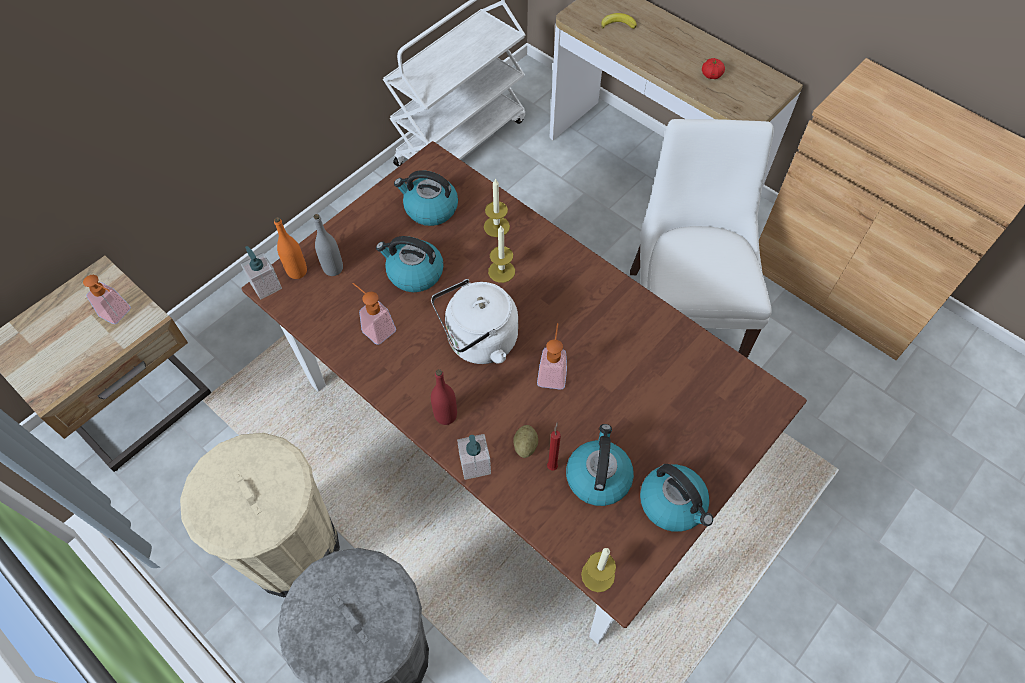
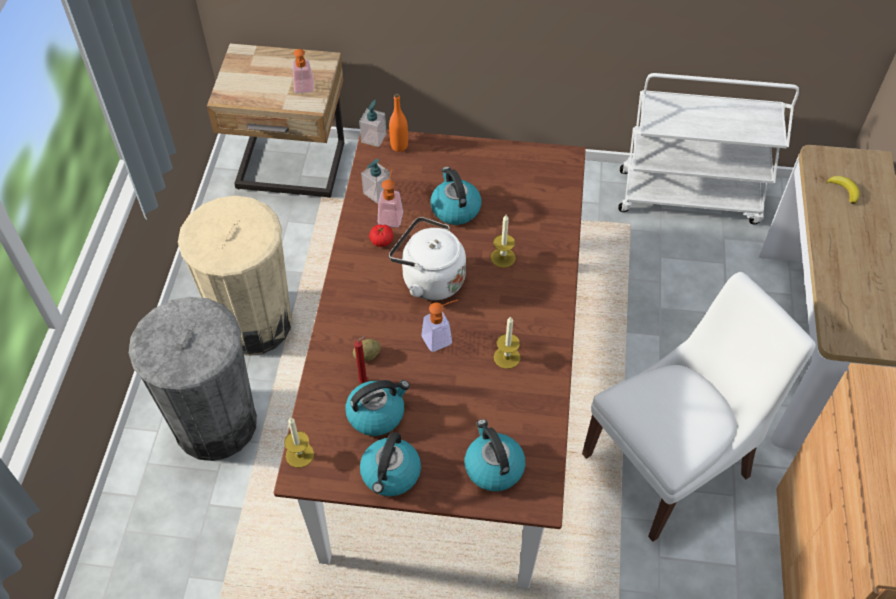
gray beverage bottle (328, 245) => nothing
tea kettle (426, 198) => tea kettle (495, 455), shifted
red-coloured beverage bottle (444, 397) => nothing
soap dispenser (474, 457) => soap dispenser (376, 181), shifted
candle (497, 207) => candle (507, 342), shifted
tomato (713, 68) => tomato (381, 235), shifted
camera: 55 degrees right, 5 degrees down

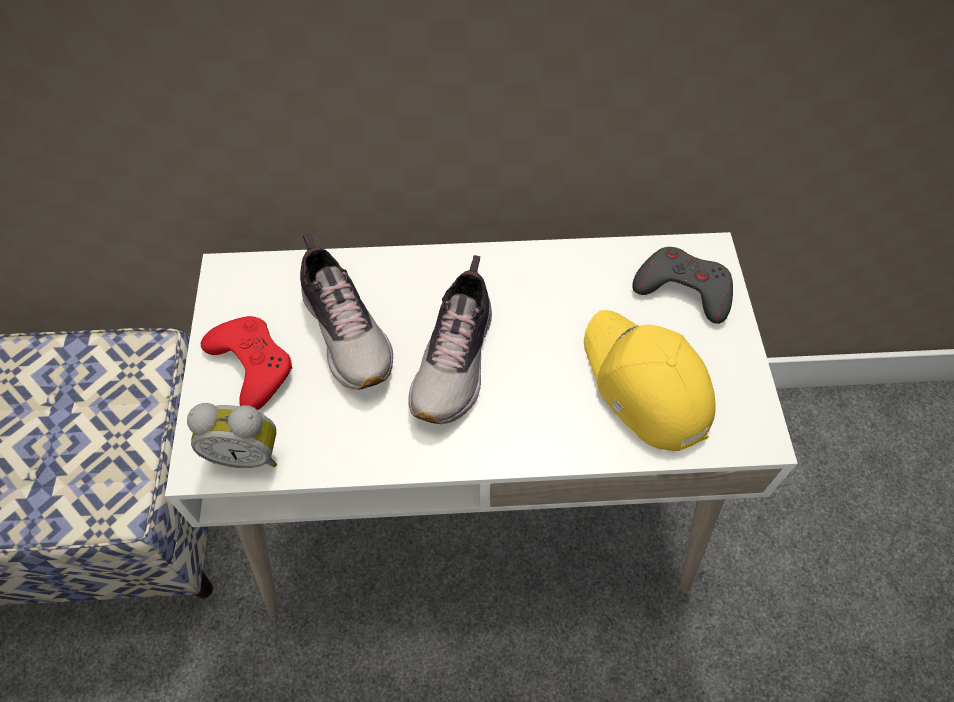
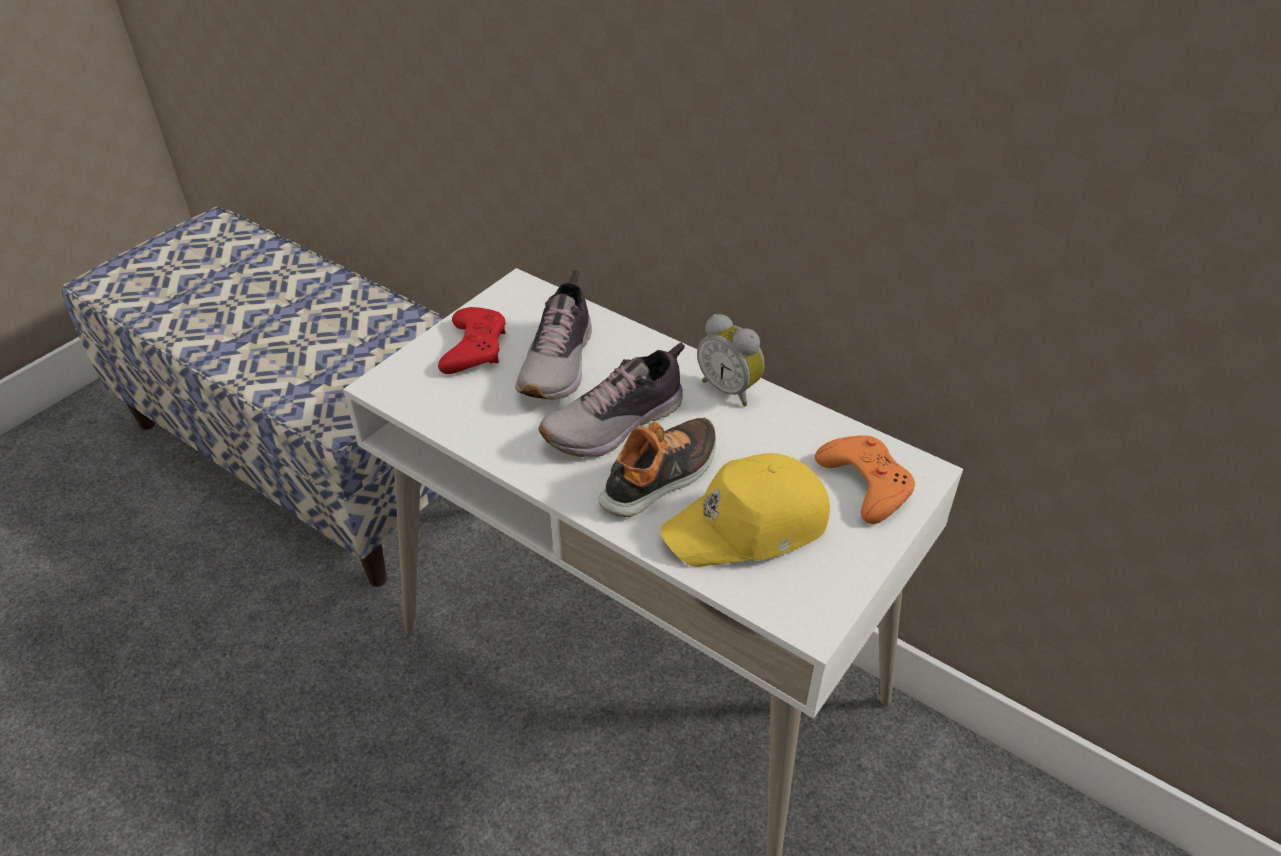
bedside clock (232, 435) => bedside clock (731, 360), shifted
yellowish peaked cap (649, 380) => yellowish peaked cap (745, 510), 120 degrees counterclockwise
gray gamepad (682, 285) => orange-coloured gamepad (865, 480)
nothing => item of footwear (657, 467)
camera: 40 degrees right, 15 degrees down

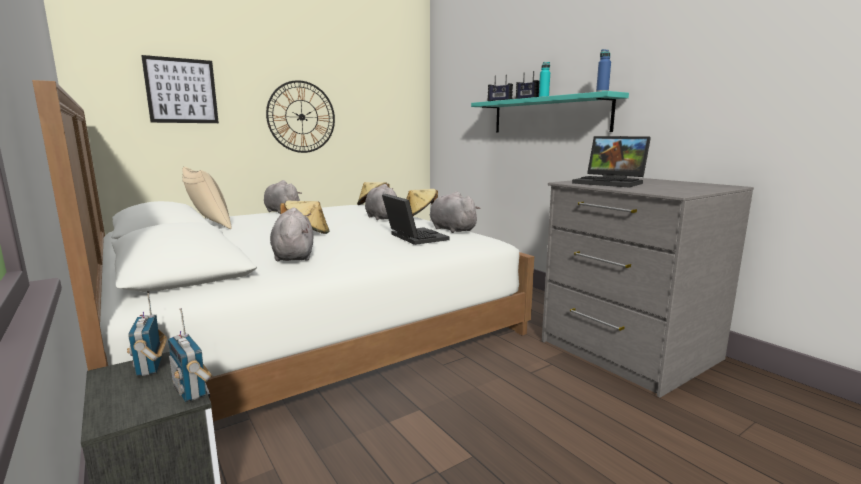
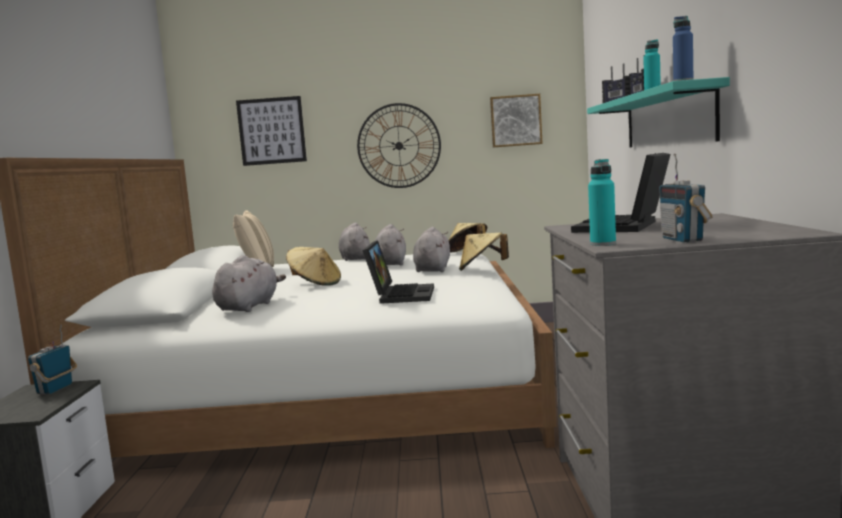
radio set (190, 355) => radio set (685, 198), shifted
gray cuddly toy (455, 212) => gray cuddly toy (390, 244), shifted
laptop (611, 161) => laptop (620, 193), 45 degrees clockwise
nothing => wall art (516, 121)
nothing => turquoise-coloured beverage bottle (602, 202)
camera: 35 degrees right, 5 degrees down

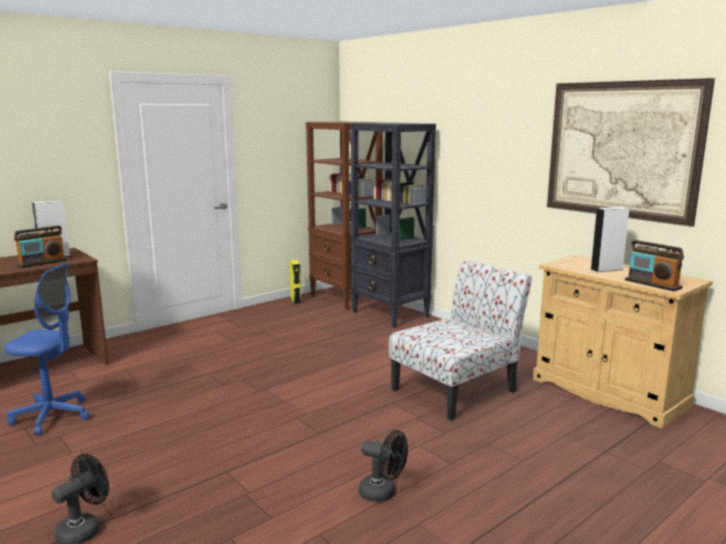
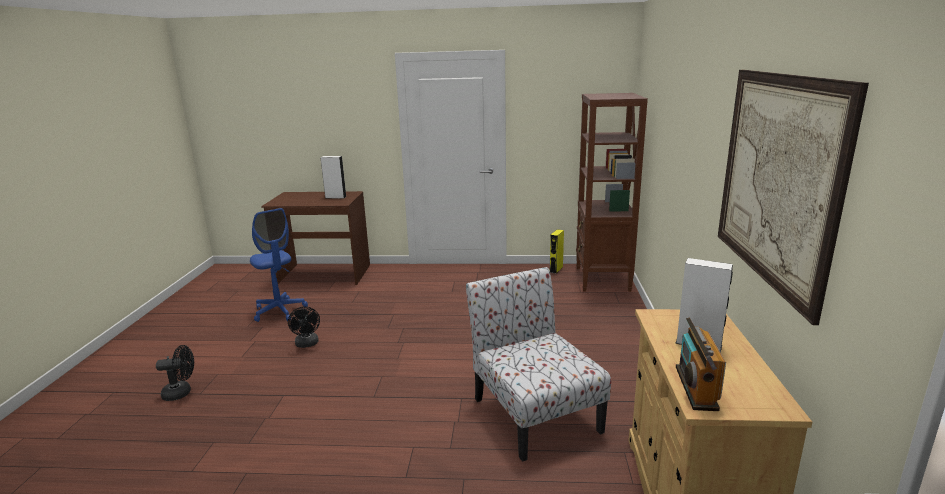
radio set (40, 246) => nothing
blackish shelving unit (393, 225) => nothing
blackish fan (383, 466) => blackish fan (304, 327), shifted
plain chair (460, 340) => plain chair (538, 364), 120 degrees counterclockwise
camera: 45 degrees right, 5 degrees up

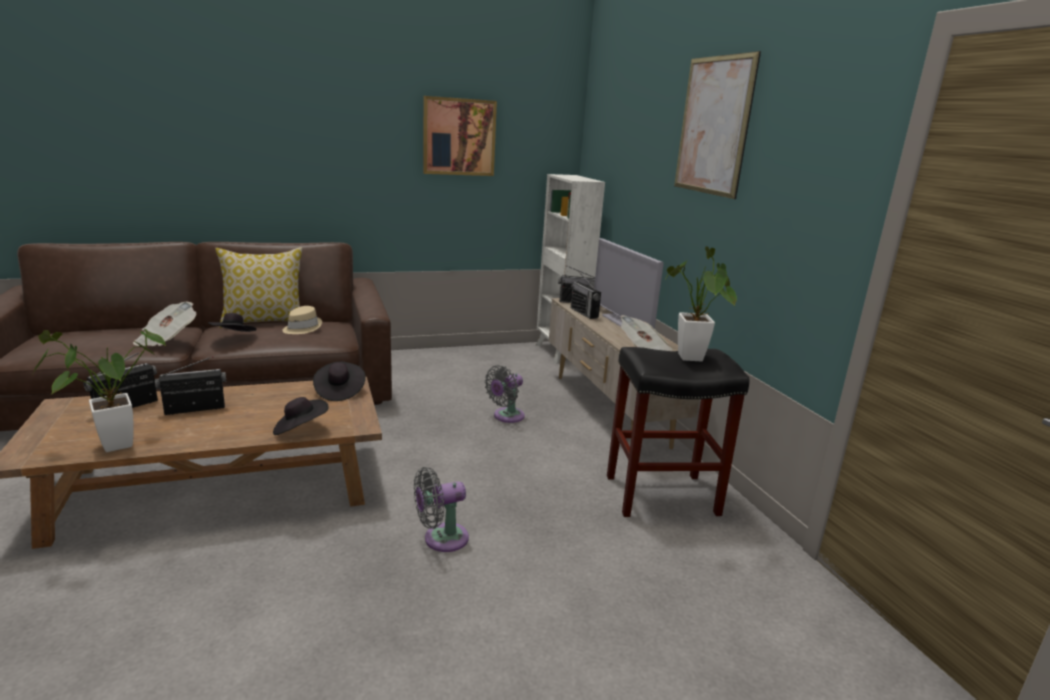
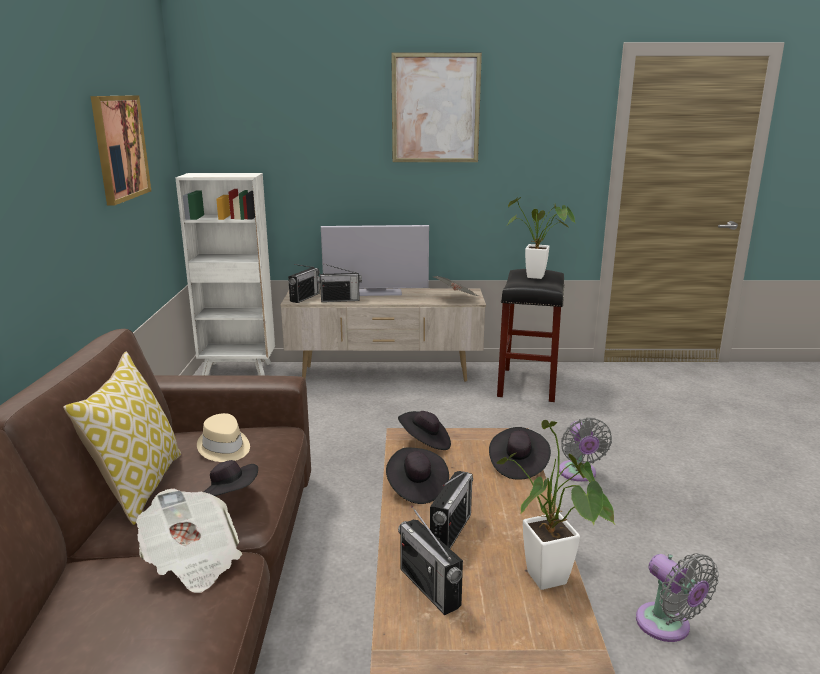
radio set (190, 385) => radio set (451, 510), 150 degrees counterclockwise
gray fan (504, 394) => gray fan (677, 597), shifted
nothing => blackish clothing hat (417, 475)
camera: 70 degrees left, 0 degrees up

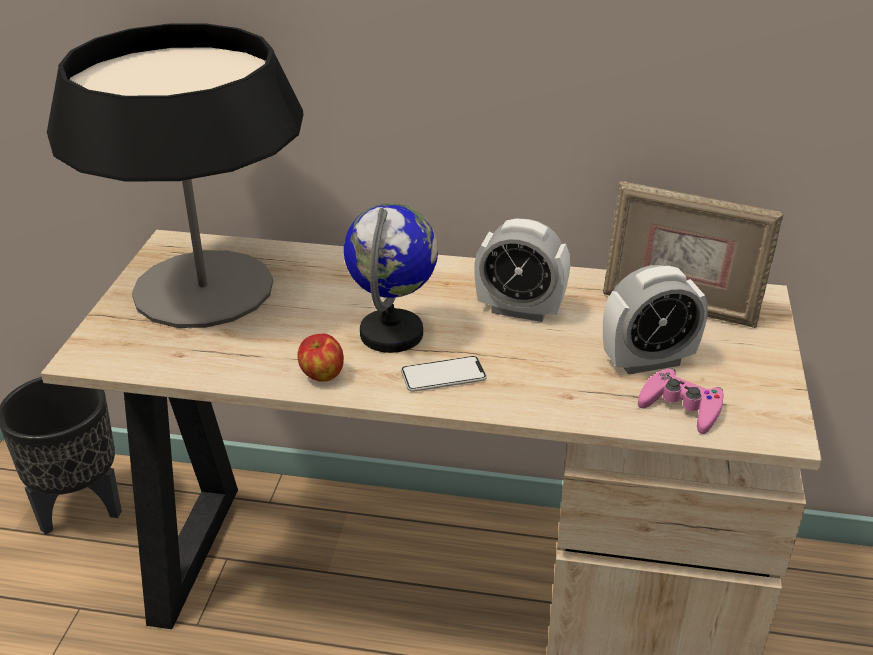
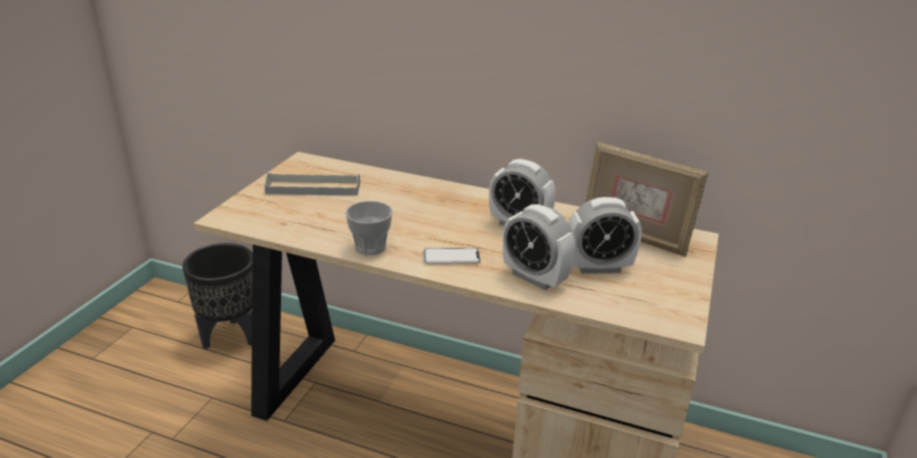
tabletop lamp (175, 175) => gray serving tray (312, 184)
apple fruit (320, 358) => small cup (369, 228)
desk globe (391, 278) => nothing
pinkish gamepad (681, 401) => nothing
nothing => bedside clock (539, 247)
camera: 10 degrees right, 5 degrees down

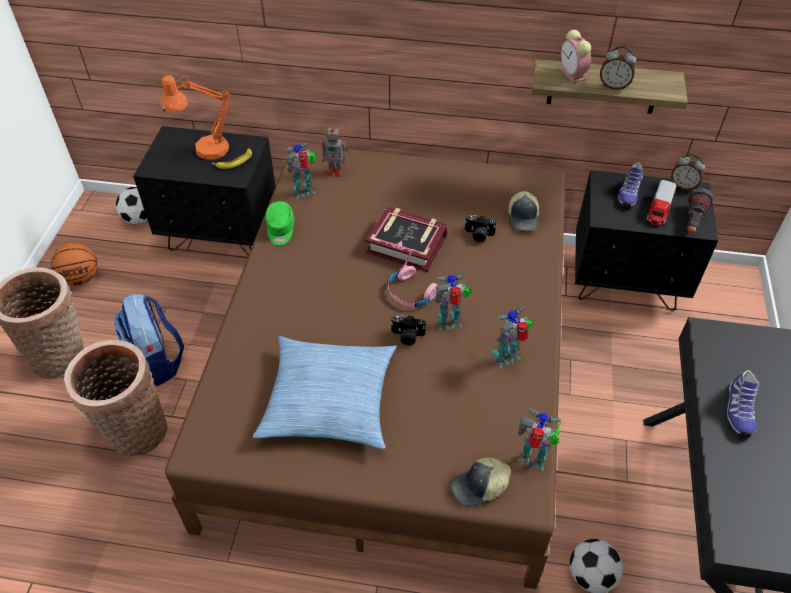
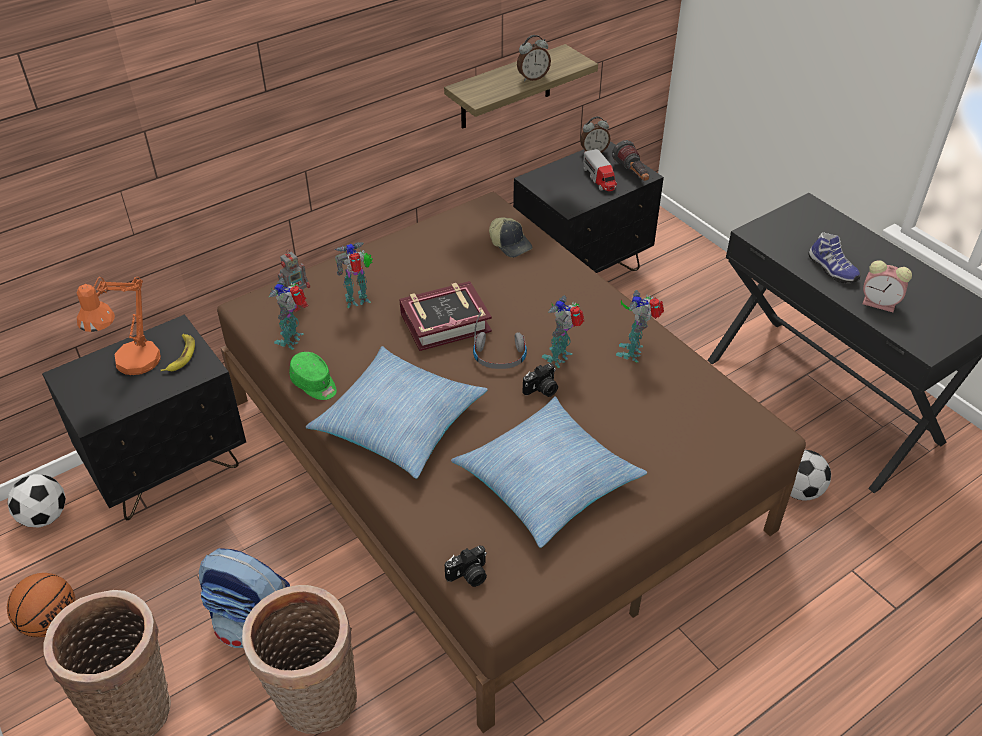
pinkish headphones (412, 278) => gray headphones (500, 340)
peaked cap (480, 482) => nothing
still camera (480, 228) => still camera (466, 566), shifted
model robot (539, 440) => model robot (354, 275), shifted
bedside clock (575, 56) => bedside clock (887, 286), shifted
item of footwear (630, 185) => nothing
nothing => cushion (396, 412)
camera: 45 degrees left, 5 degrees down

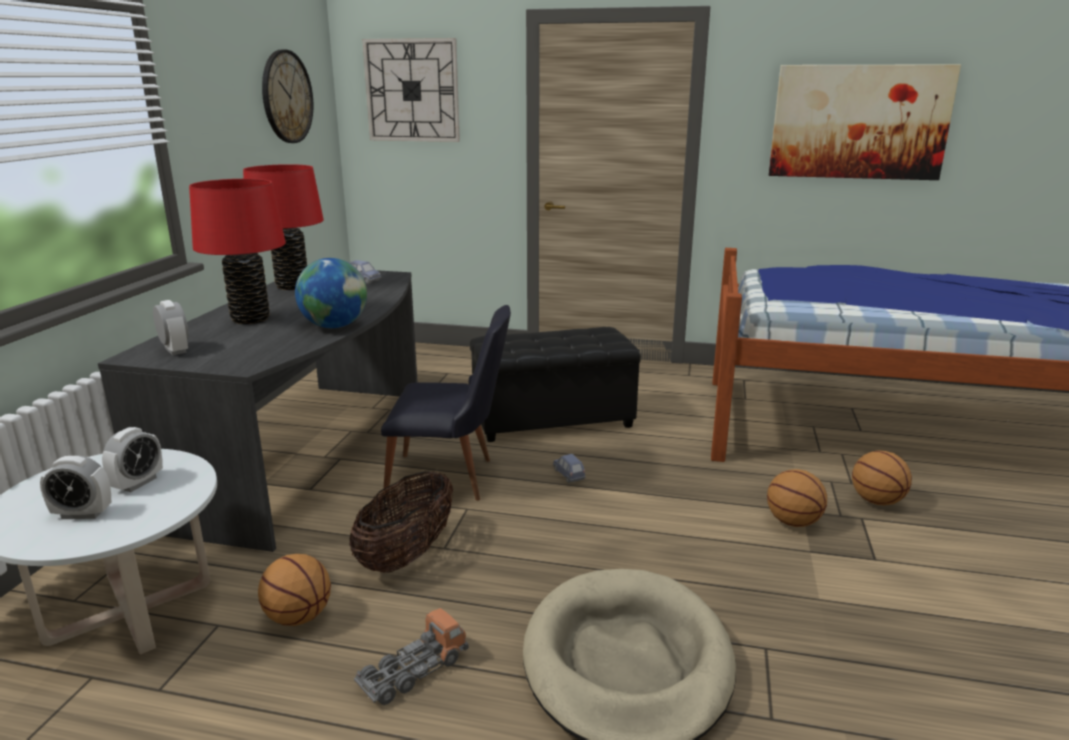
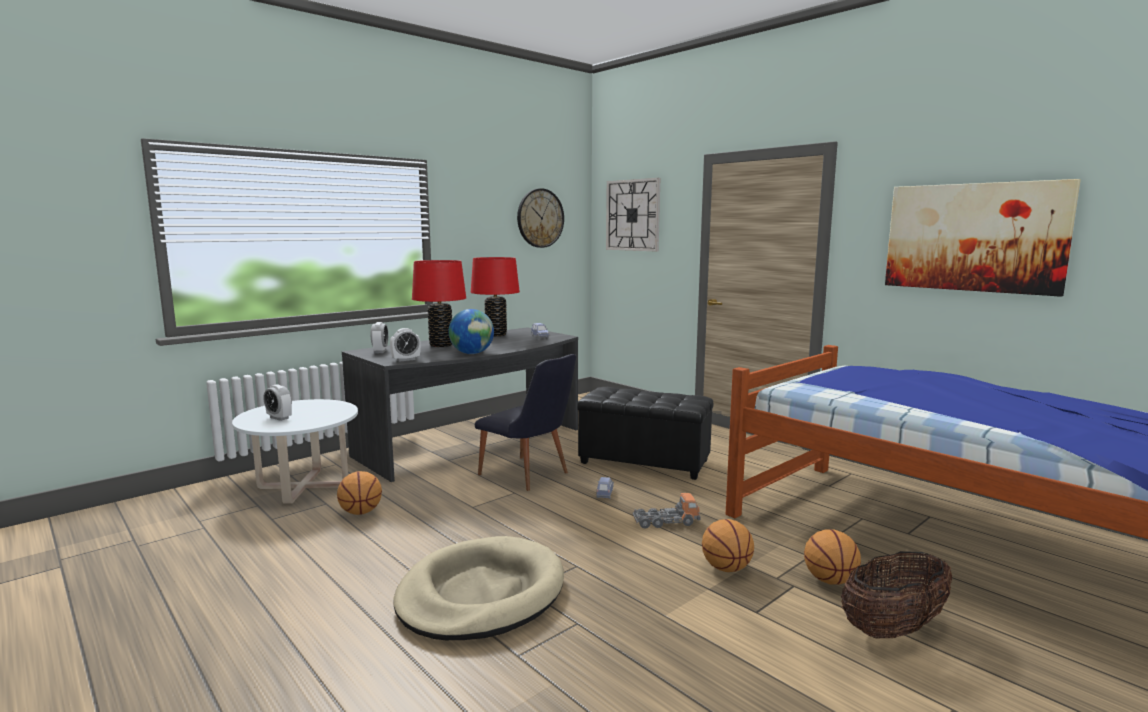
bedside clock (132, 459) => bedside clock (405, 345), shifted
basket (401, 522) => basket (896, 594), shifted
model truck (411, 656) => model truck (666, 511), shifted
camera: 35 degrees right, 10 degrees down

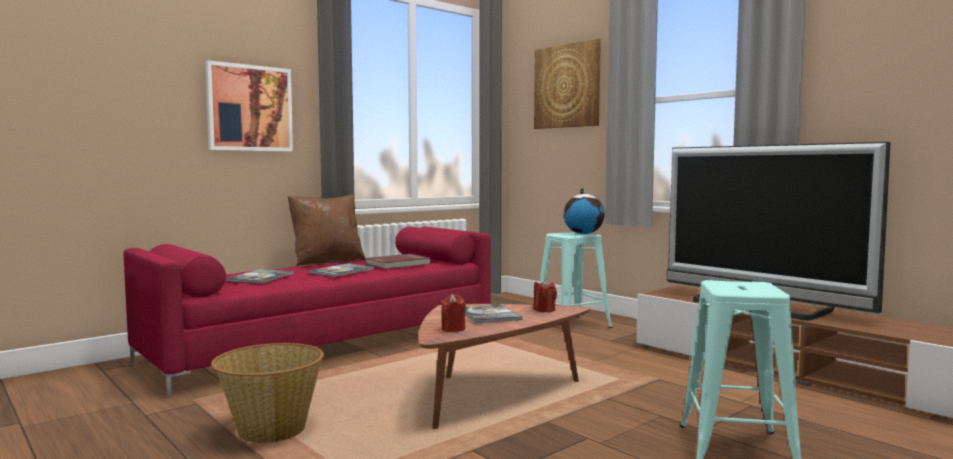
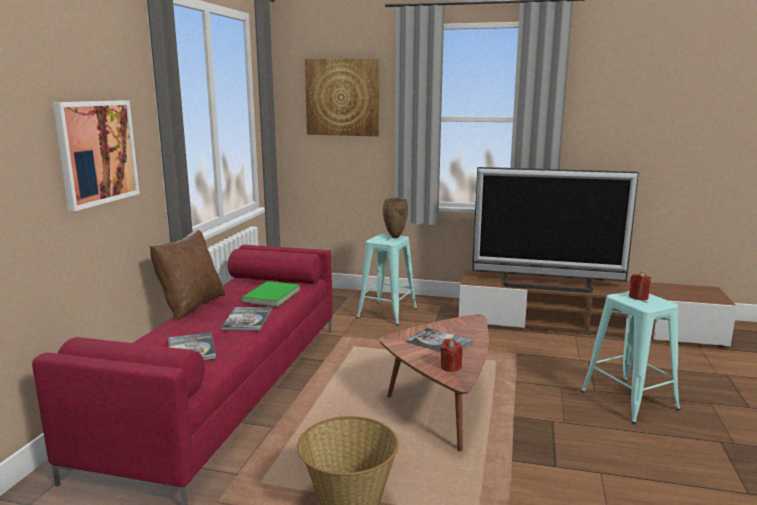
red-coloured bound book (398, 261) => green-coloured bound book (270, 294)
red-coloured candle (545, 295) => red-coloured candle (640, 286), shifted
desk globe (584, 211) => brownish vase (395, 218)
camera: 35 degrees left, 10 degrees up

